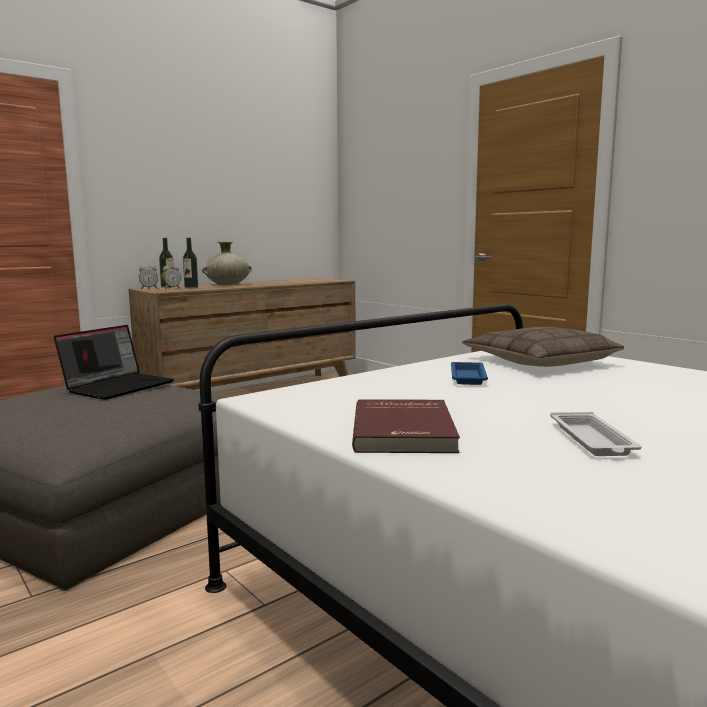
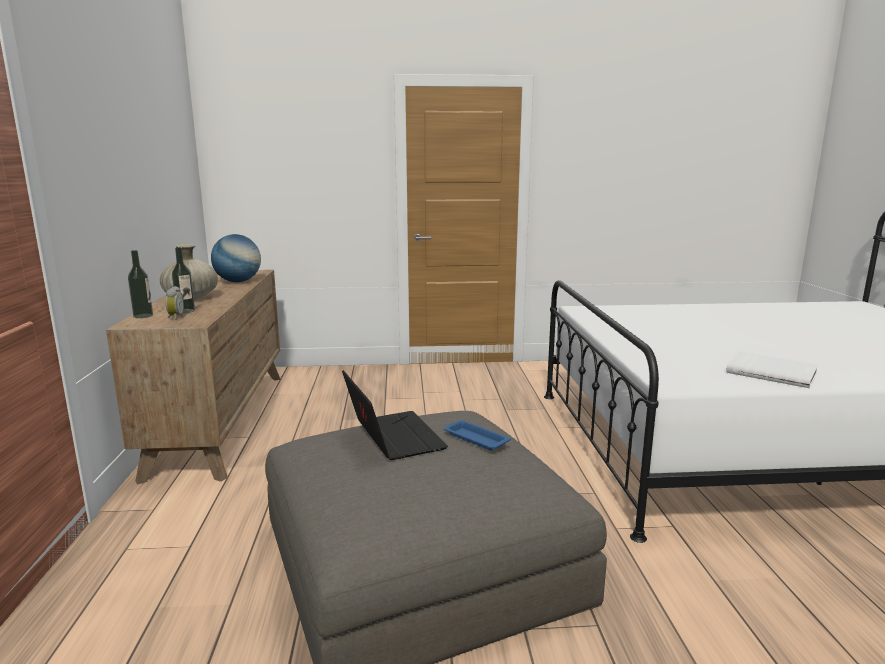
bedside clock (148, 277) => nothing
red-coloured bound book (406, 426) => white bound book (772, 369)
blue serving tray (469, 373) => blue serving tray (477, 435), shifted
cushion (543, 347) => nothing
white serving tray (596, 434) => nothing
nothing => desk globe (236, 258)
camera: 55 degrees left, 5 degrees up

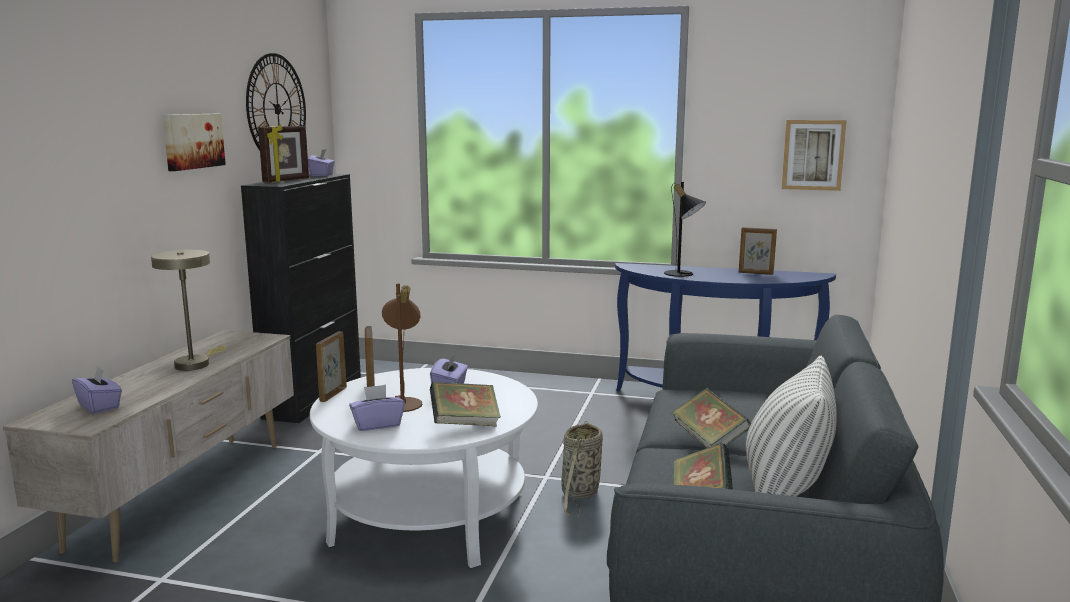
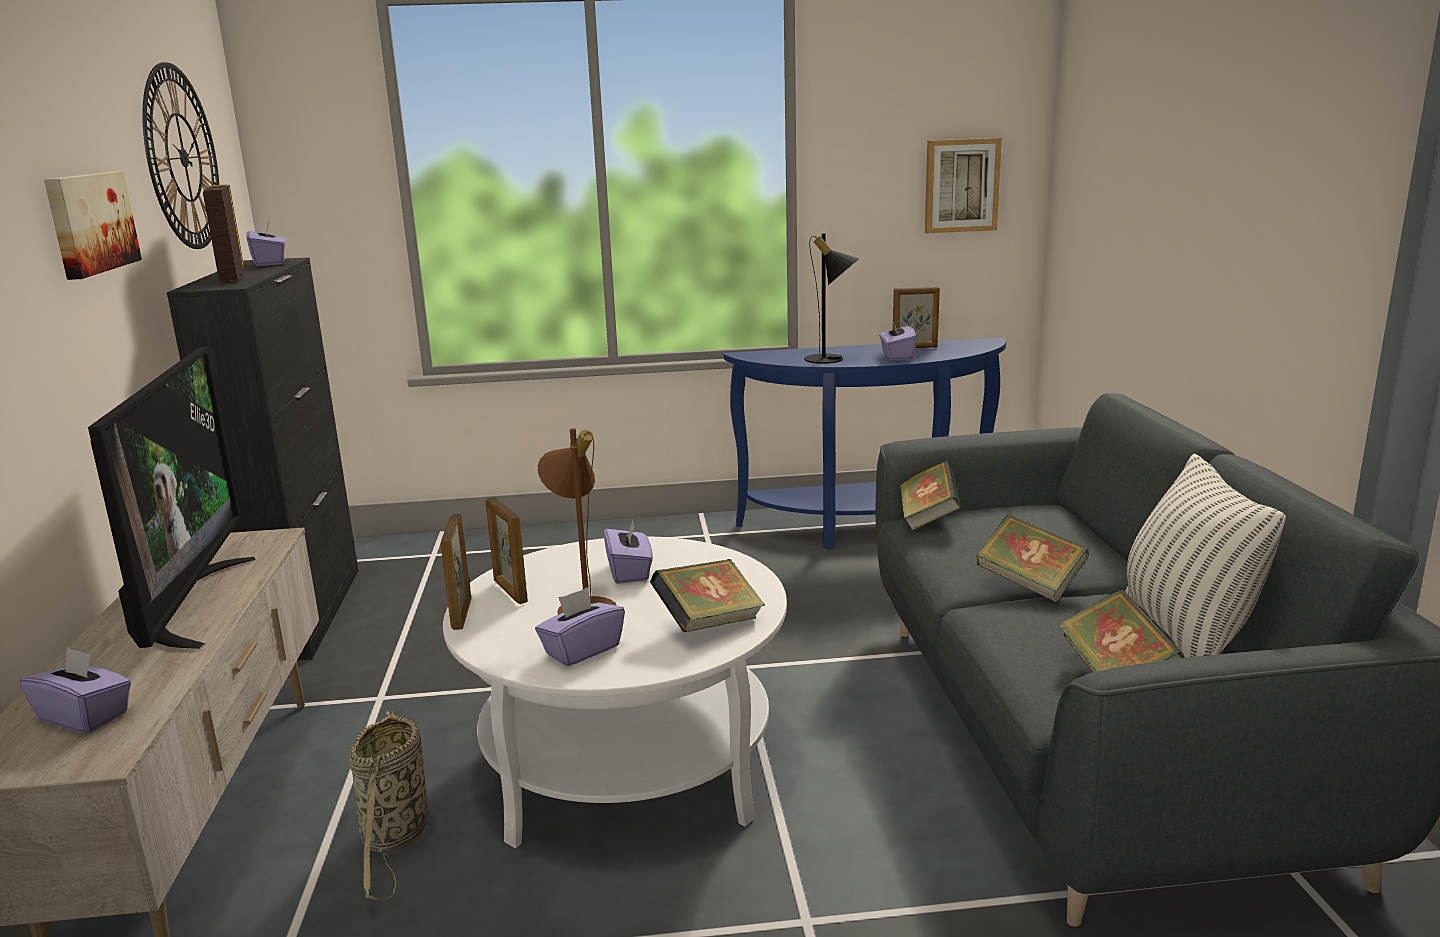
beige tabletop lamp (188, 310) => TV set (172, 498)
standing frame (283, 153) => standing frame (223, 232), 150 degrees clockwise
basket (582, 469) => basket (388, 805), shifted
nothing => purplish tissue holder (897, 340)
nothing => bound book (930, 496)
camera: 20 degrees left, 5 degrees up

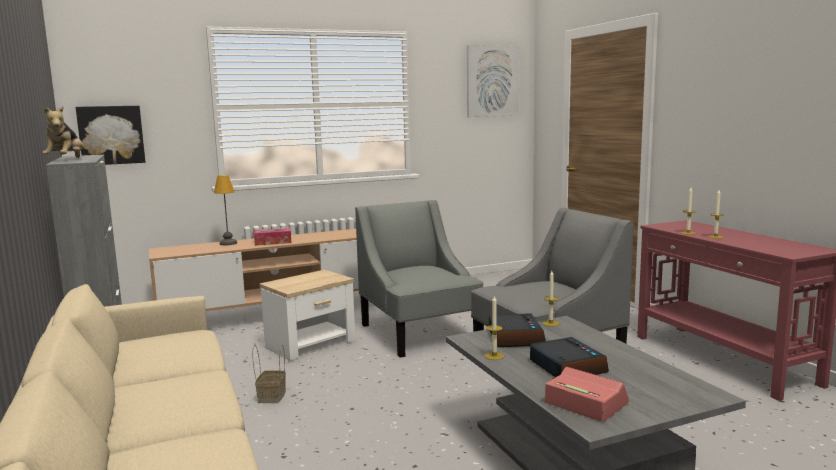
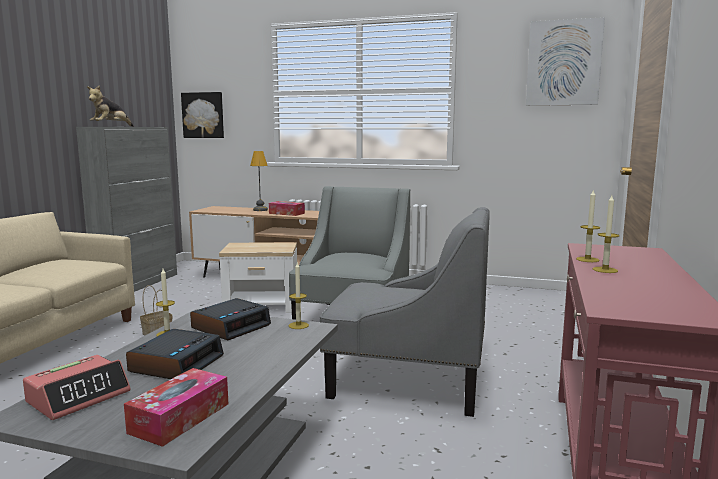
bedside clock (587, 394) => bedside clock (77, 387), 45 degrees clockwise
nothing => tissue holder (176, 407)
camera: 40 degrees right, 0 degrees up

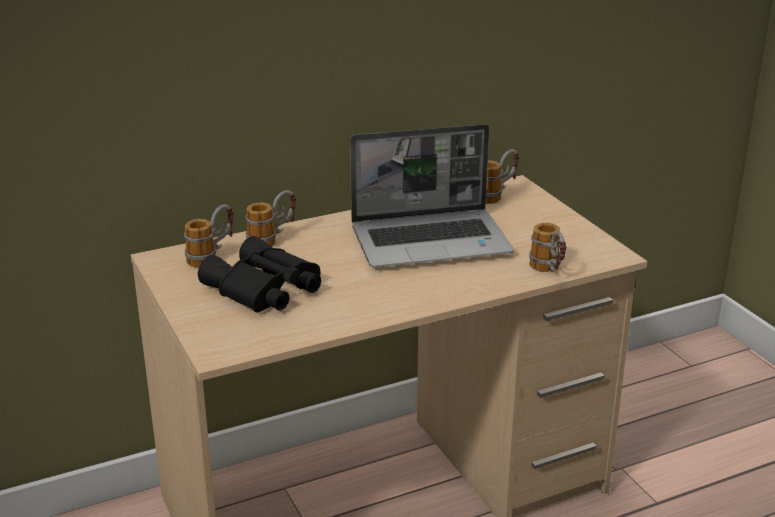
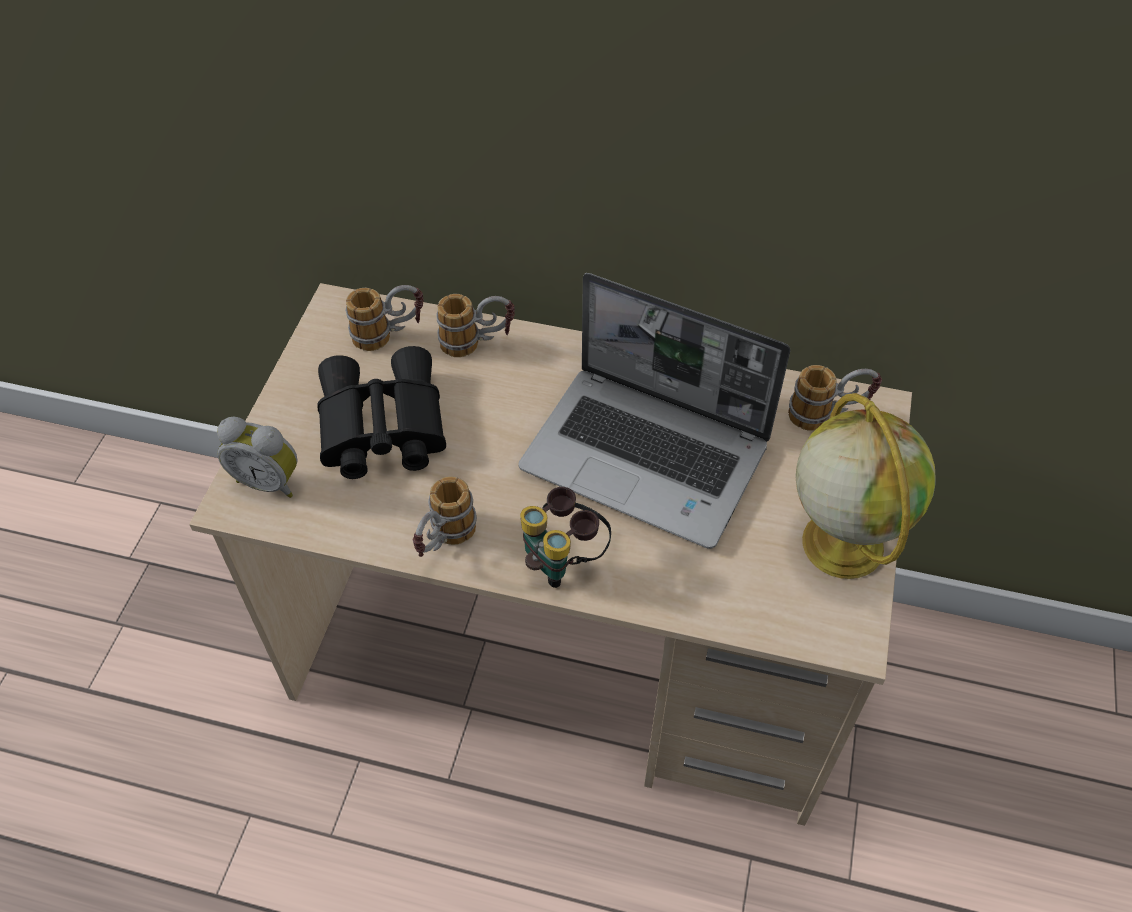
tea mug (548, 247) => tea mug (445, 516), shifted
nothing => bedside clock (257, 457)
nothing => field glasses (565, 537)
nothing => desk globe (865, 486)
camera: 40 degrees right, 25 degrees up

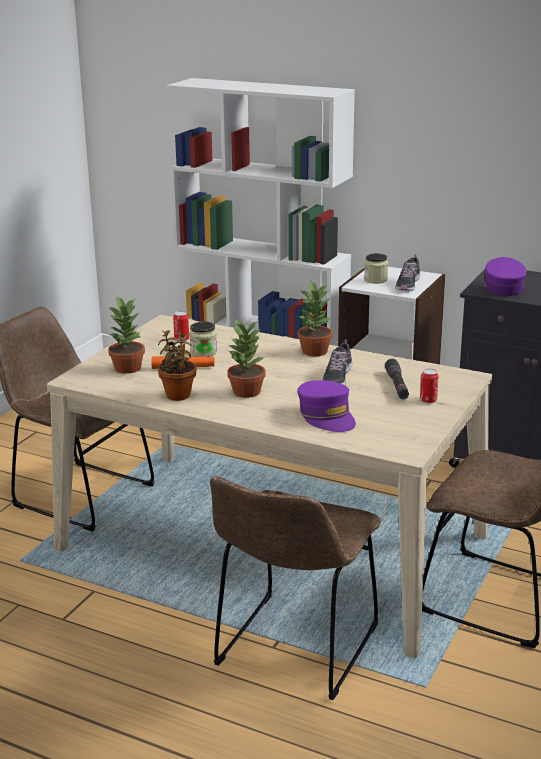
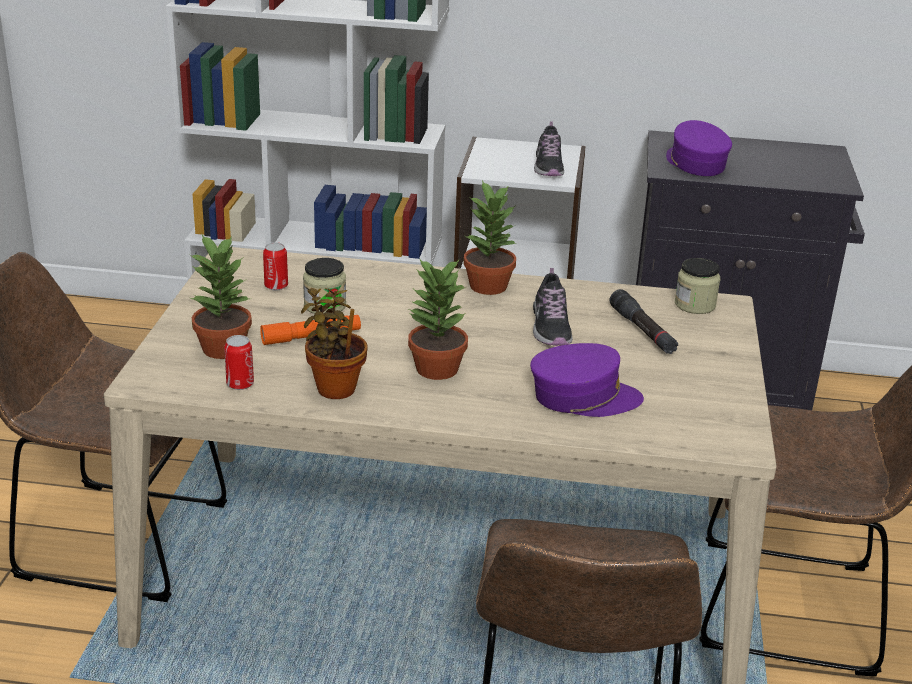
purplish peaked cap (326, 406) => purplish peaked cap (587, 380), 45 degrees counterclockwise
preserve jar (376, 268) => preserve jar (697, 286), shifted
can (429, 386) => can (239, 362), shifted
camera: 20 degrees left, 5 degrees up

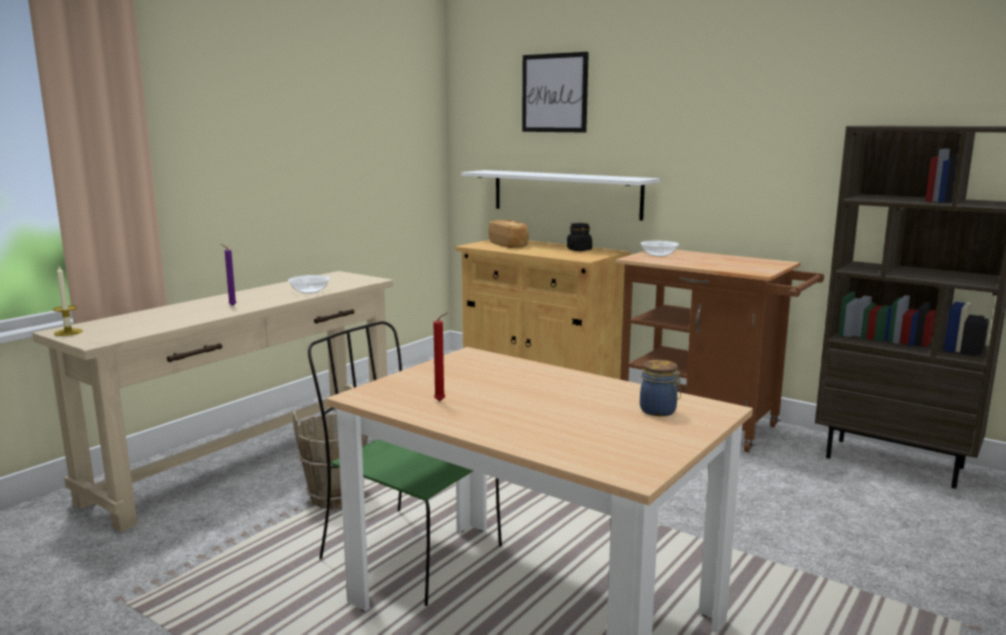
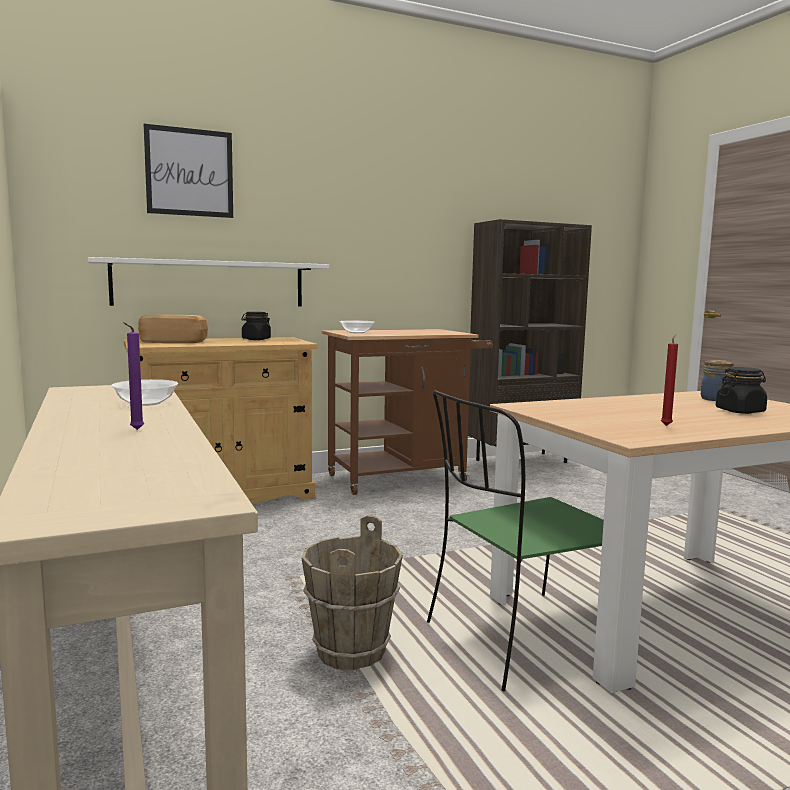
candle (68, 301) => nothing
nothing => blackish preserve jar (741, 390)
camera: 60 degrees left, 5 degrees down

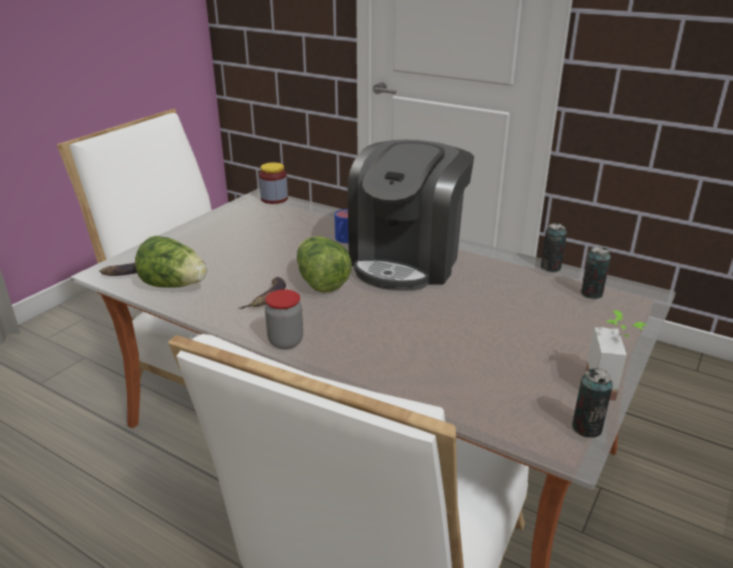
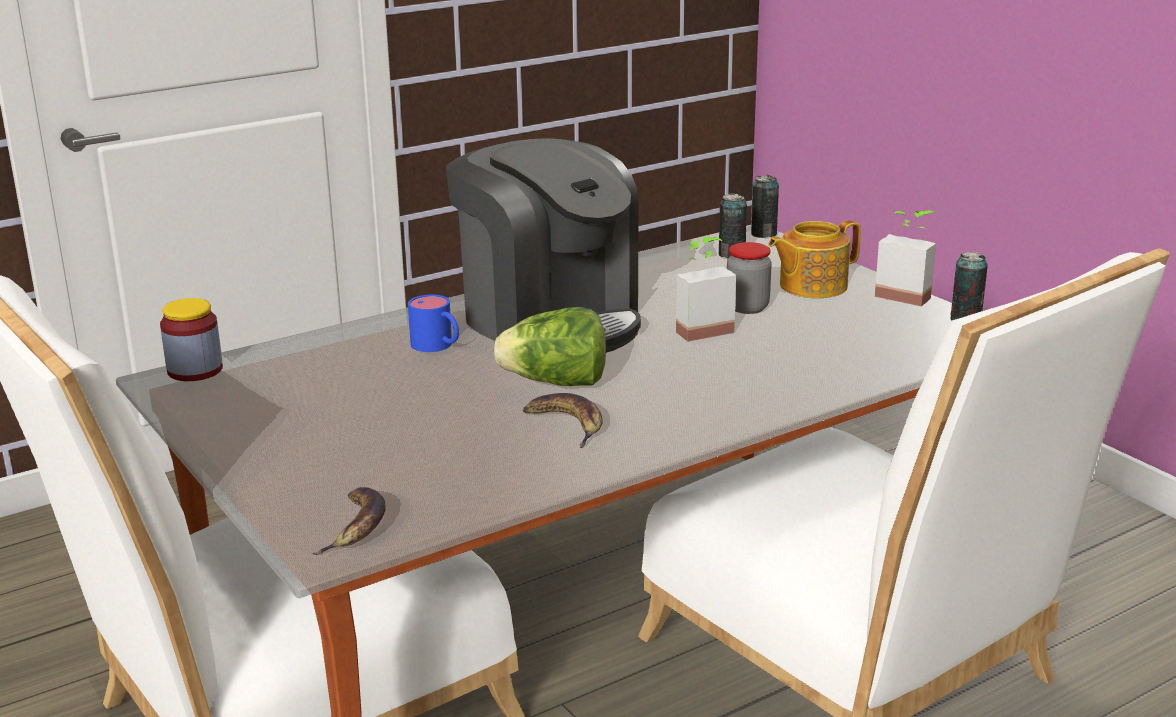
lettuce head (171, 261) => nothing
preserve jar (284, 319) => preserve jar (749, 278), shifted
can (554, 247) => can (765, 206), shifted
nothing => houseplant (706, 289)
nothing => pot for tea (814, 259)
camera: 65 degrees left, 5 degrees down

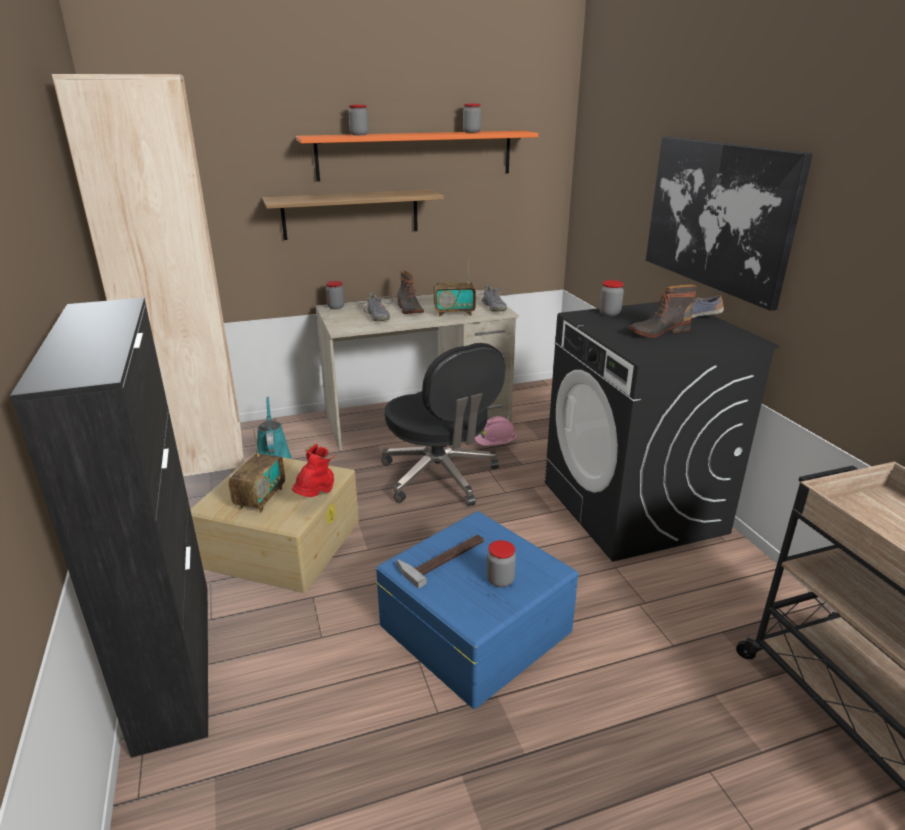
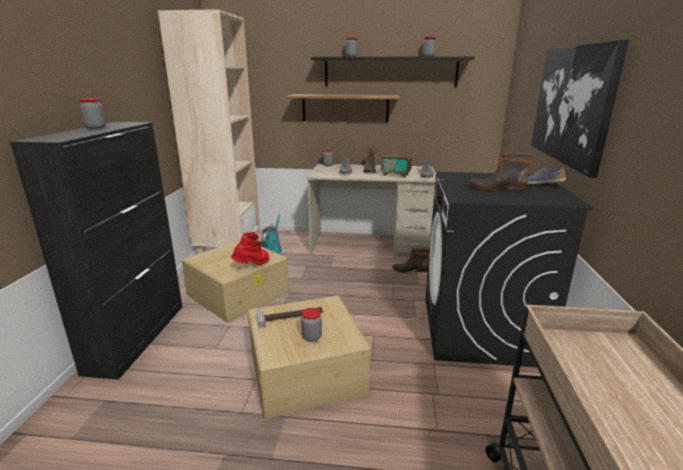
radio set (257, 471) => nothing
orange-coloured bracket shelf (417, 156) => blackish bracket shelf (393, 71)
blue storage bin (477, 610) => beige storage bin (309, 357)
blackish computer chair (443, 424) => nothing
pinkish work helmet (496, 431) => tall boot (410, 260)
preserve jar (611, 298) => preserve jar (92, 113), shifted
camera: 25 degrees right, 5 degrees down

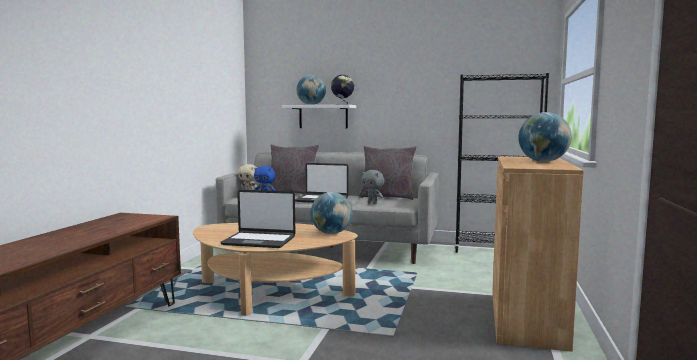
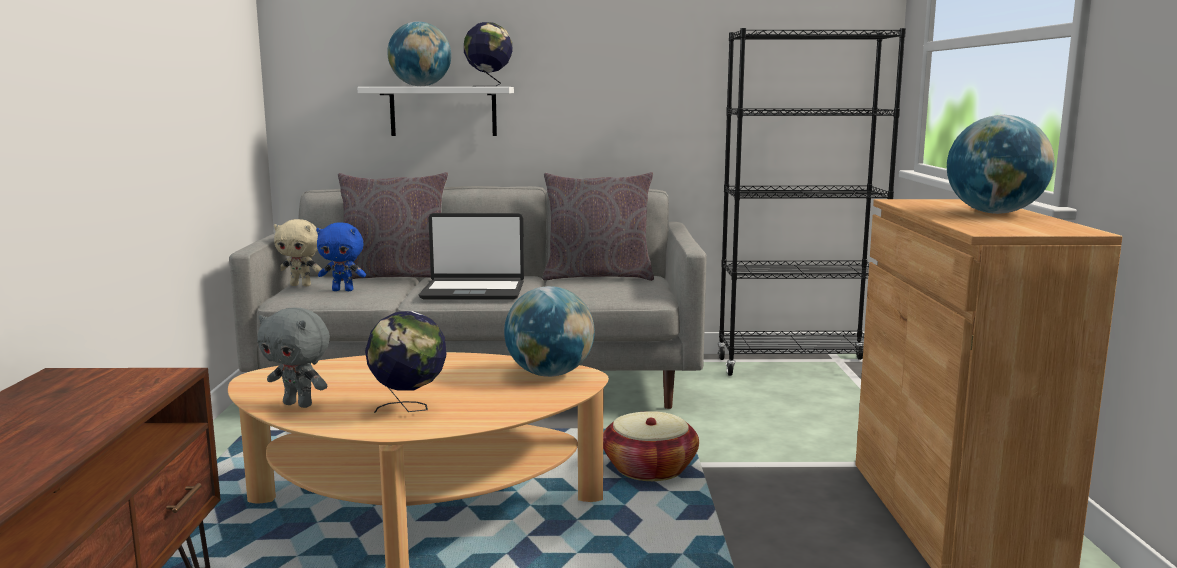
laptop (257, 219) => desk globe (405, 362)
gray cuddly toy (373, 187) => gray cuddly toy (293, 358), shifted
nothing => basket (651, 446)
camera: 15 degrees left, 5 degrees up

